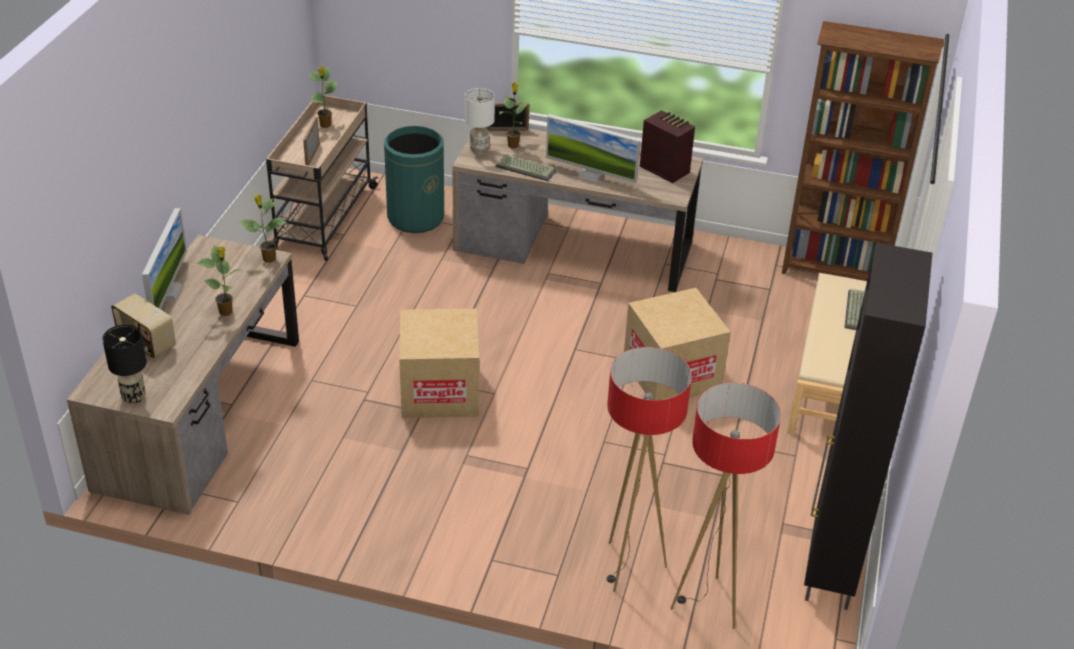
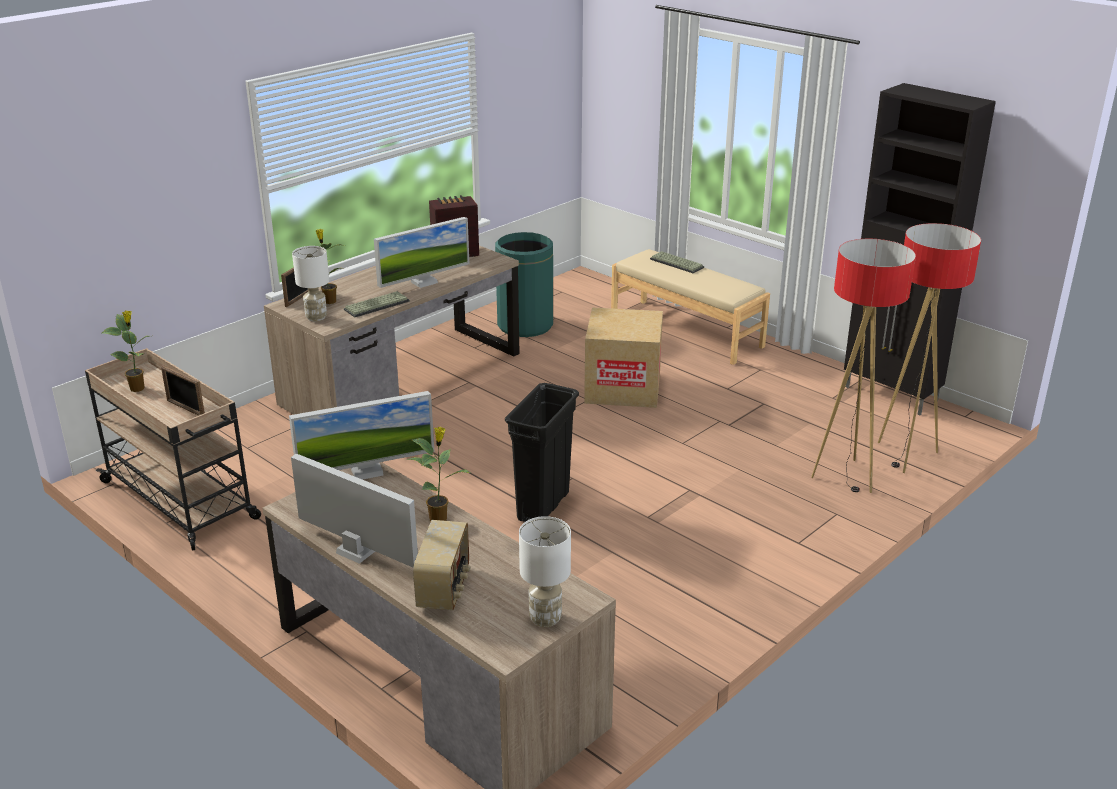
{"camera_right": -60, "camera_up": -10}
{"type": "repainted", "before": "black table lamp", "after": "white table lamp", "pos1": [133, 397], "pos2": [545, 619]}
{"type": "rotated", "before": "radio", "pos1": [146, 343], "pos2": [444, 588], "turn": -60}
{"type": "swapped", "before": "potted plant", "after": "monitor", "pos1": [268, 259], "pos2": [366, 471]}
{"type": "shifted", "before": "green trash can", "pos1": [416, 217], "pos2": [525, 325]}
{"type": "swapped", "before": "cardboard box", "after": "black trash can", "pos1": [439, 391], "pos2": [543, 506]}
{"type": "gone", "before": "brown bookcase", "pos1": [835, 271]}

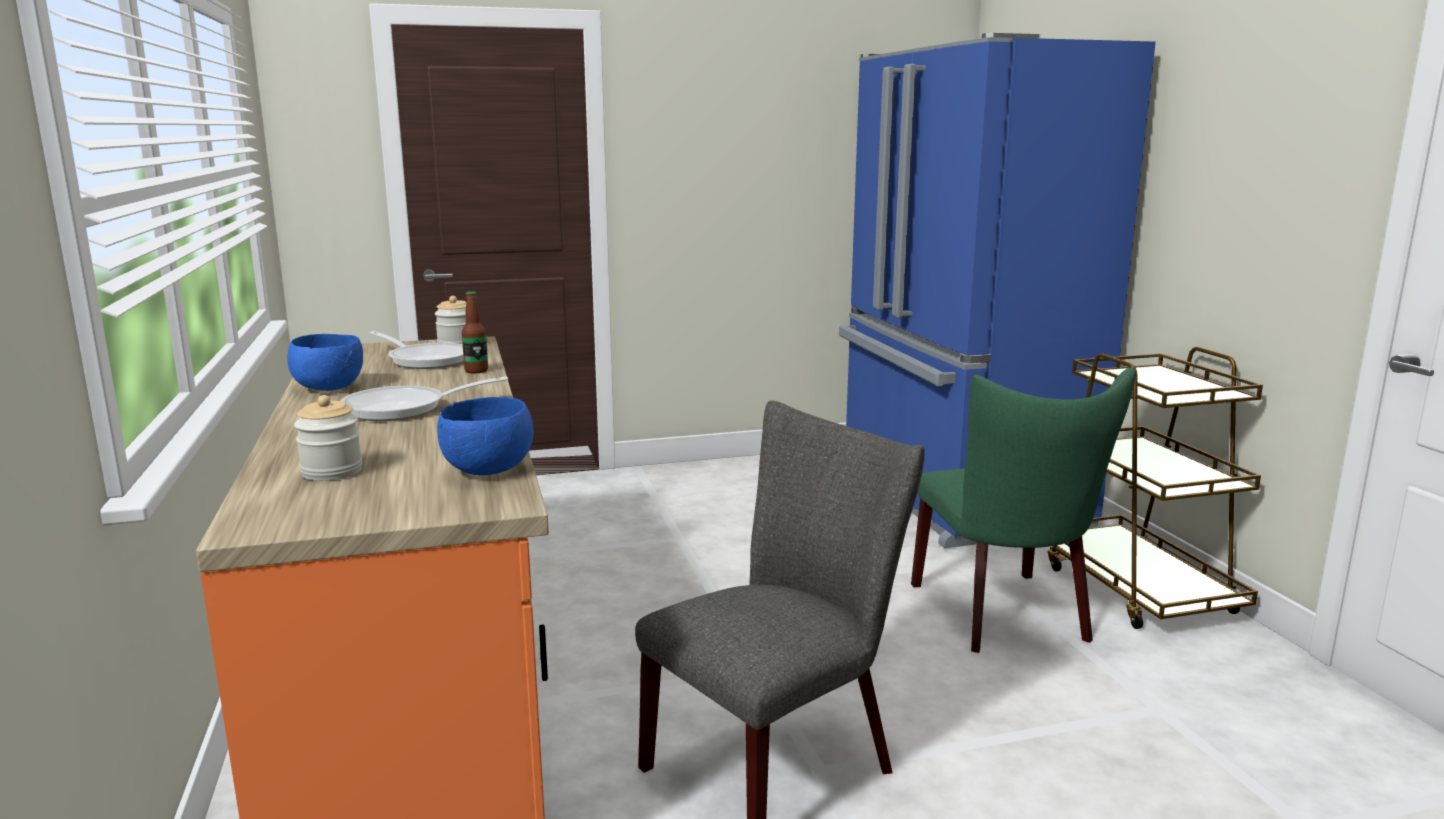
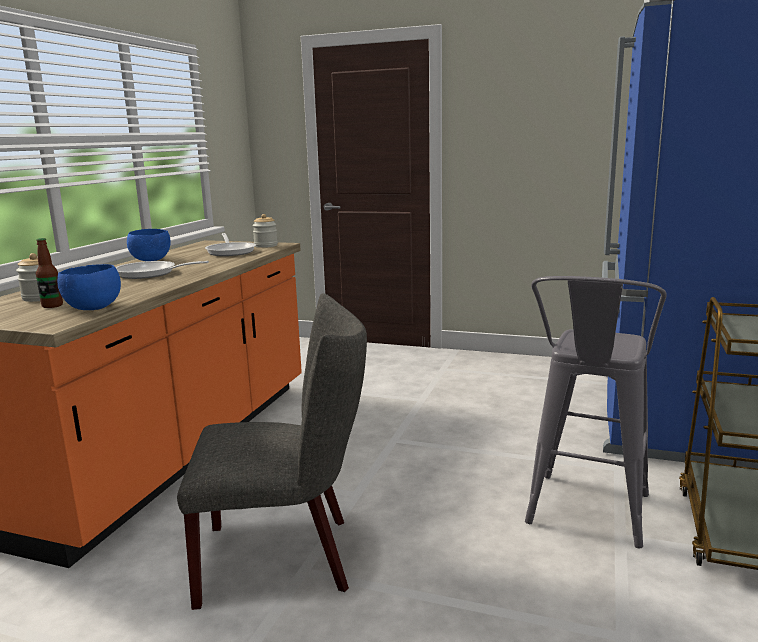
{"camera_right": 35, "camera_up": 0}
{"type": "shifted", "before": "bottle", "pos1": [476, 371], "pos2": [52, 305]}
{"type": "swapped", "before": "green chair", "after": "grey stool", "pos1": [1005, 616], "pos2": [585, 517]}

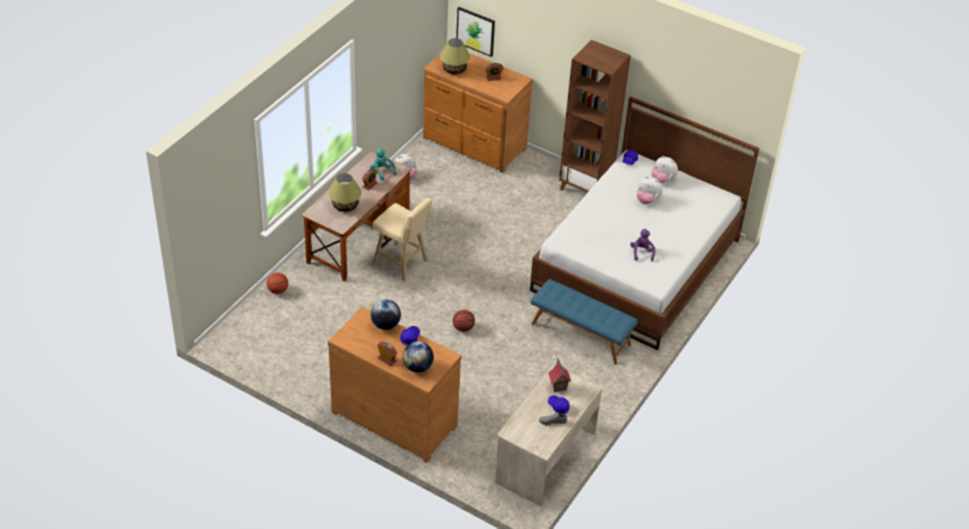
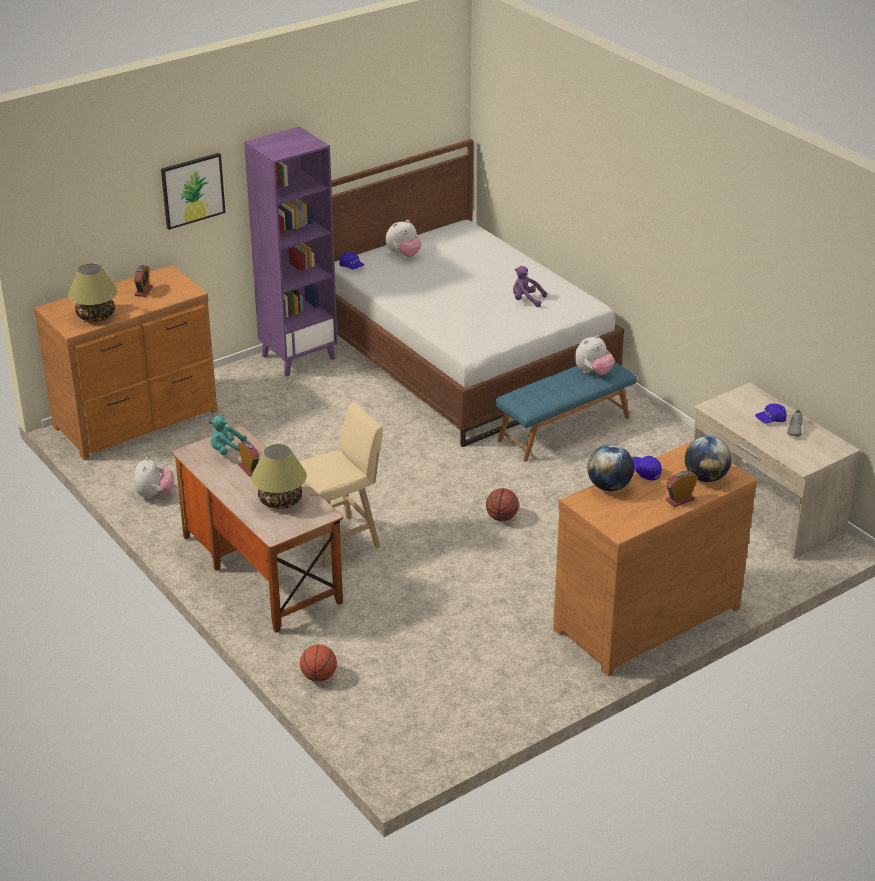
{"camera_right": -65, "camera_up": -10}
{"type": "shifted", "before": "picture", "pos1": [476, 31], "pos2": [192, 190]}
{"type": "gone", "before": "toy house", "pos1": [558, 386]}
{"type": "repainted", "before": "brown bookcase", "after": "purple bookcase", "pos1": [585, 188], "pos2": [298, 357]}
{"type": "shifted", "before": "plush toy", "pos1": [647, 200], "pos2": [593, 372]}

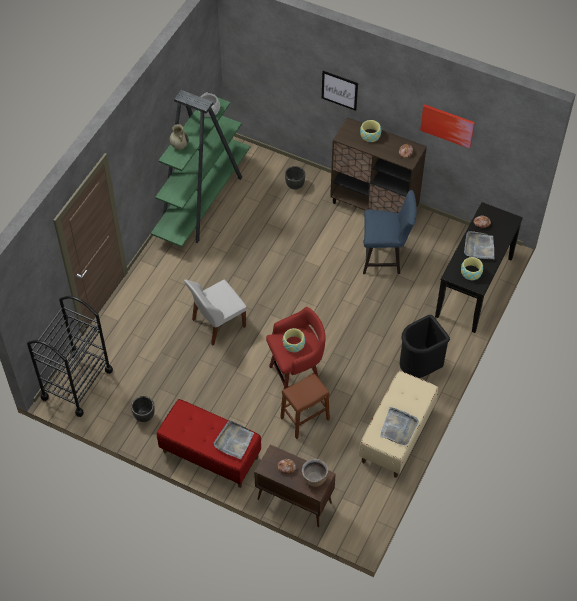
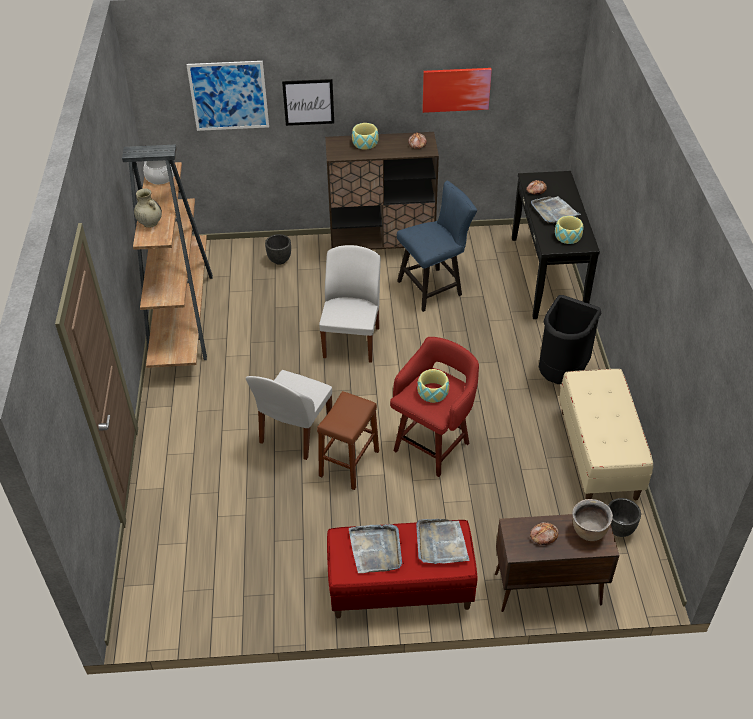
{"camera_right": -30, "camera_up": -10}
{"type": "gone", "before": "black cart", "pos1": [77, 384]}
{"type": "shifted", "before": "black planter", "pos1": [144, 416], "pos2": [619, 529]}
{"type": "repainted", "before": "green bookcase", "after": "brown bookcase", "pos1": [202, 201], "pos2": [182, 316]}
{"type": "shifted", "before": "brown stool", "pos1": [305, 418], "pos2": [349, 463]}
{"type": "shifted", "before": "grey tray", "pos1": [398, 427], "pos2": [376, 549]}
{"type": "new", "after": "picture", "pos2": [229, 96]}
{"type": "new", "after": "white chair", "pos2": [352, 341]}

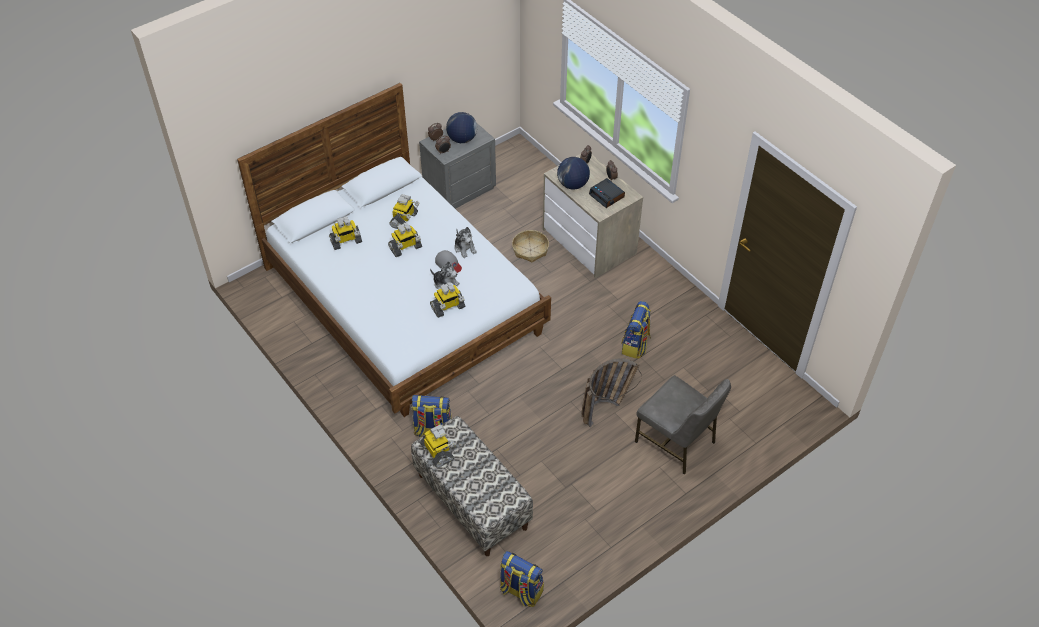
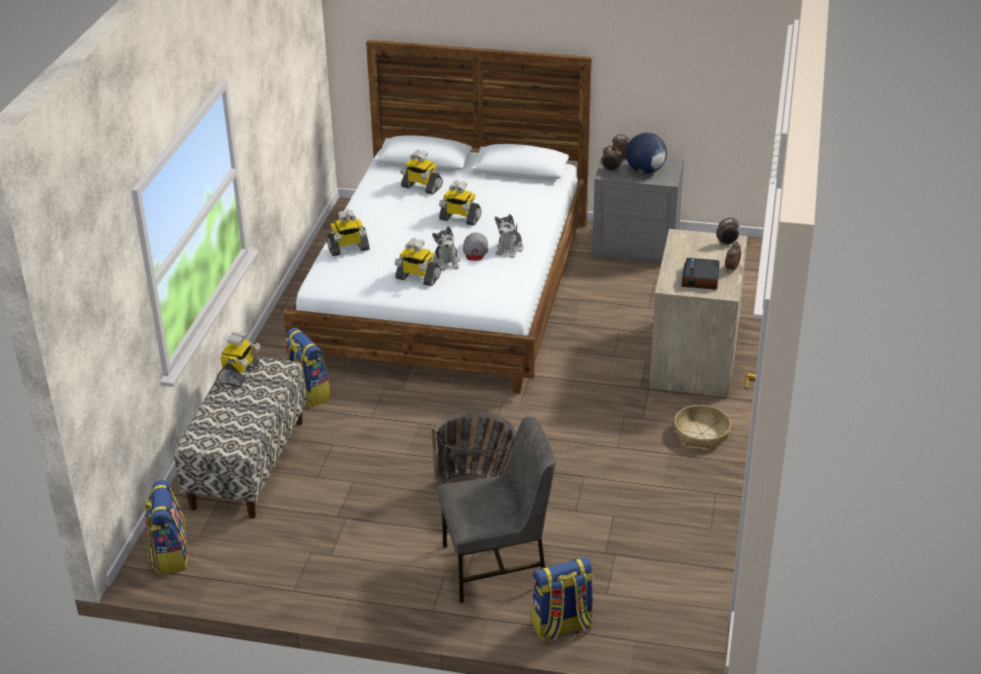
{"camera_right": 50, "camera_up": -15}
{"type": "shifted", "before": "toy robot", "pos1": [404, 220], "pos2": [348, 249]}
{"type": "shifted", "before": "basket", "pos1": [530, 250], "pos2": [701, 434]}
{"type": "gone", "before": "globe", "pos1": [572, 185]}
{"type": "shifted", "before": "backpack", "pos1": [635, 345], "pos2": [562, 626]}
{"type": "rotated", "before": "grey chair", "pos1": [676, 442], "pos2": [497, 566], "turn": -105}

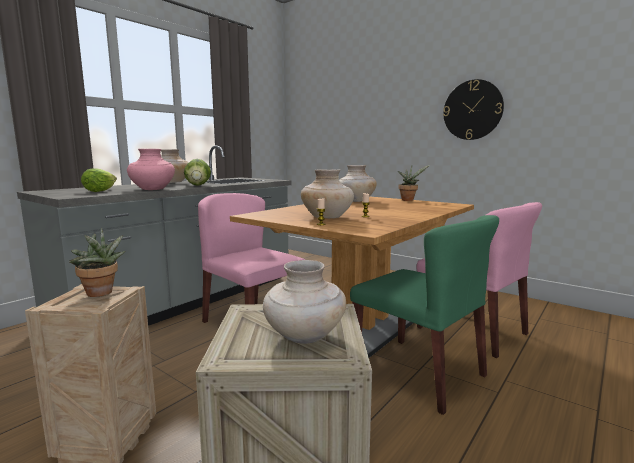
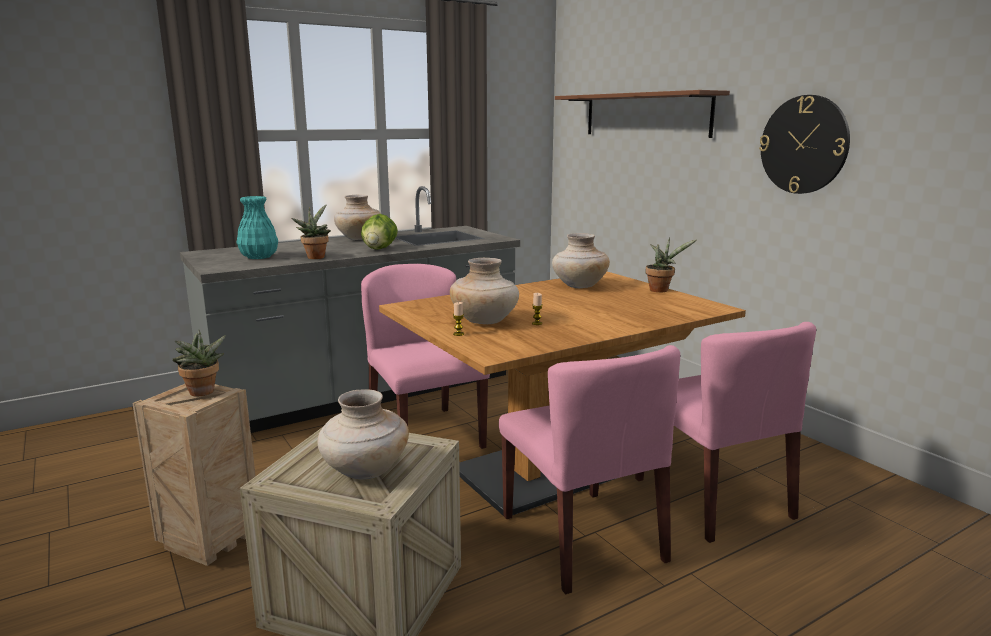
{"camera_right": 20, "camera_up": 5}
{"type": "swapped", "before": "lettuce", "after": "turquoise vase", "pos1": [100, 191], "pos2": [258, 257]}
{"type": "swapped", "before": "pink vase", "after": "potted plant", "pos1": [152, 189], "pos2": [315, 257]}
{"type": "repainted", "before": "green chair", "after": "pink chair", "pos1": [419, 372], "pos2": [583, 538]}
{"type": "new", "after": "brown shelf", "pos2": [645, 115]}

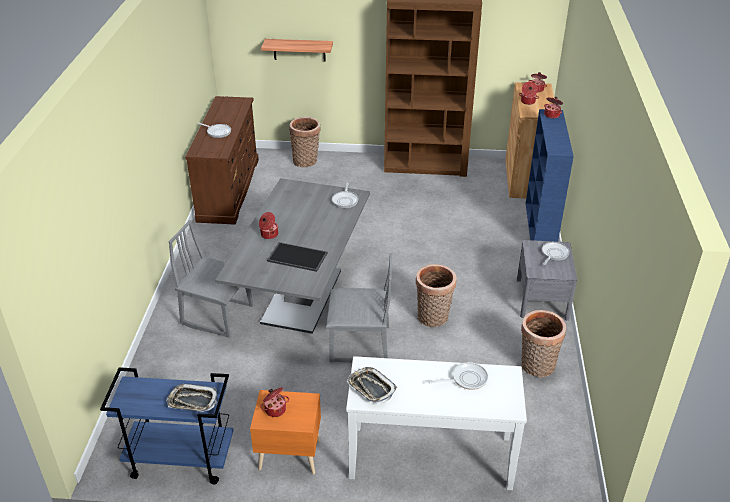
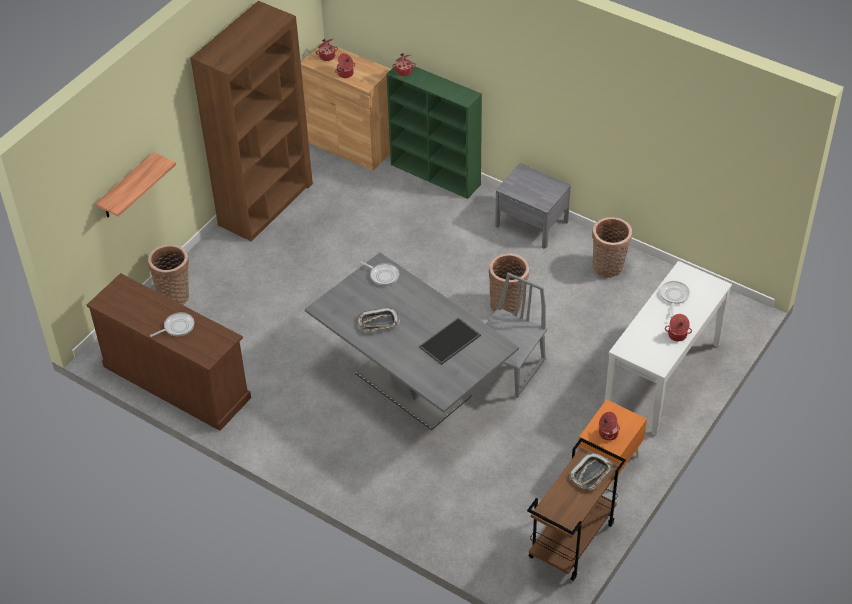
{"camera_right": -60, "camera_up": 10}
{"type": "repainted", "before": "blue cart", "after": "brown cart", "pos1": [179, 460], "pos2": [572, 542]}
{"type": "gone", "before": "grey chair", "pos1": [217, 314]}
{"type": "shifted", "before": "cooking pot", "pos1": [268, 234], "pos2": [677, 335]}
{"type": "shifted", "before": "tray", "pos1": [371, 388], "pos2": [378, 323]}
{"type": "repainted", "before": "blue bookcase", "after": "green bookcase", "pos1": [540, 228], "pos2": [436, 175]}
{"type": "gone", "before": "frying pan", "pos1": [554, 254]}

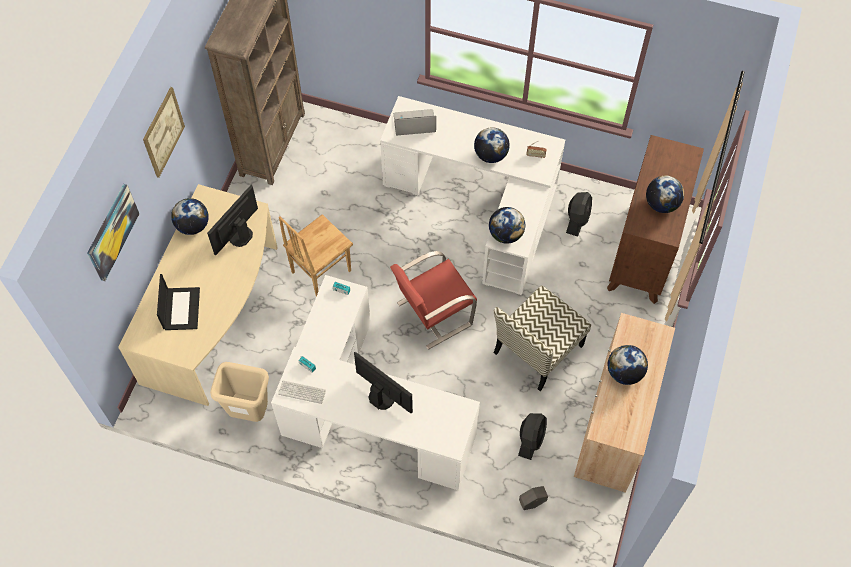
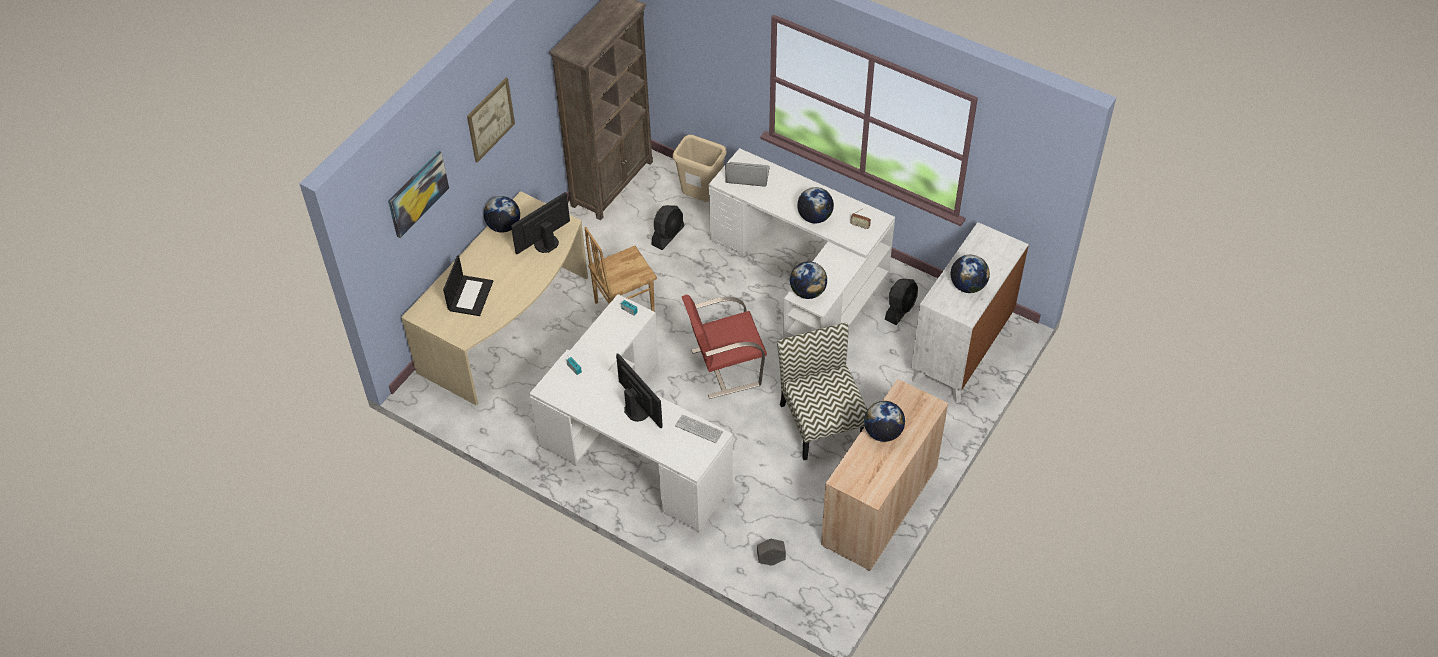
{"camera_right": 15, "camera_up": -10}
{"type": "shifted", "before": "beige trash can", "pos1": [250, 412], "pos2": [701, 199]}
{"type": "shifted", "before": "keyboard", "pos1": [302, 392], "pos2": [699, 429]}
{"type": "rotated", "before": "chair", "pos1": [537, 350], "pos2": [821, 422], "turn": 105}
{"type": "shifted", "before": "black fan", "pos1": [531, 439], "pos2": [668, 235]}
{"type": "repainted", "before": "brown dresser", "after": "white dresser", "pos1": [643, 251], "pos2": [961, 352]}

